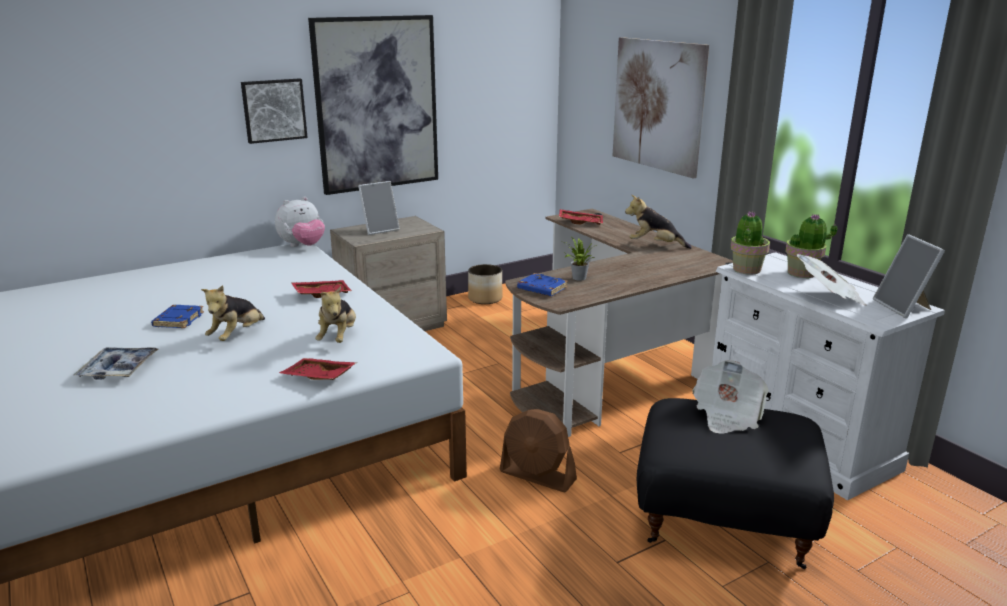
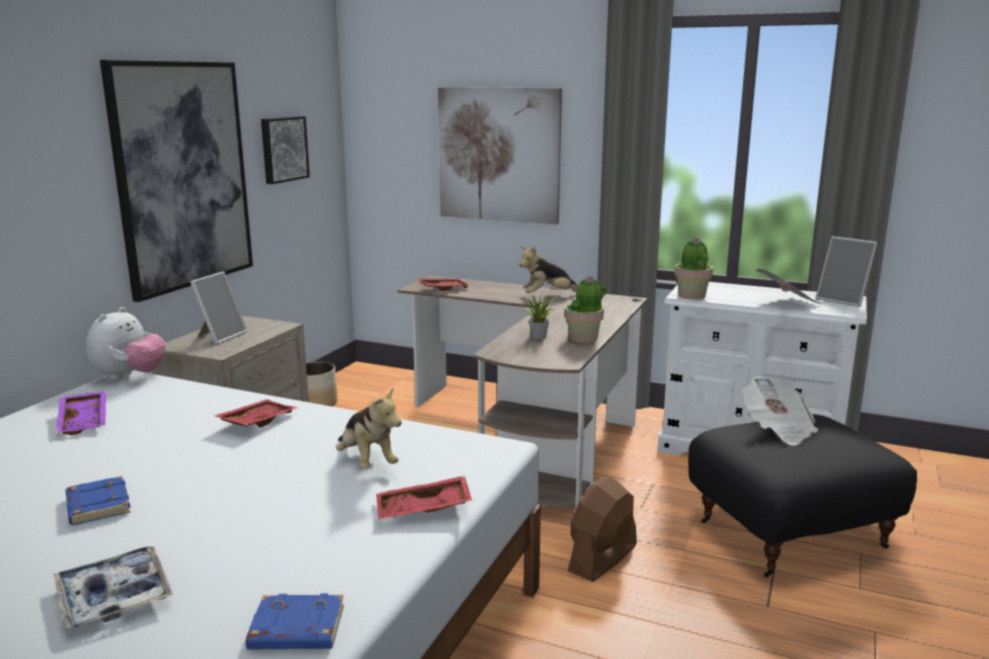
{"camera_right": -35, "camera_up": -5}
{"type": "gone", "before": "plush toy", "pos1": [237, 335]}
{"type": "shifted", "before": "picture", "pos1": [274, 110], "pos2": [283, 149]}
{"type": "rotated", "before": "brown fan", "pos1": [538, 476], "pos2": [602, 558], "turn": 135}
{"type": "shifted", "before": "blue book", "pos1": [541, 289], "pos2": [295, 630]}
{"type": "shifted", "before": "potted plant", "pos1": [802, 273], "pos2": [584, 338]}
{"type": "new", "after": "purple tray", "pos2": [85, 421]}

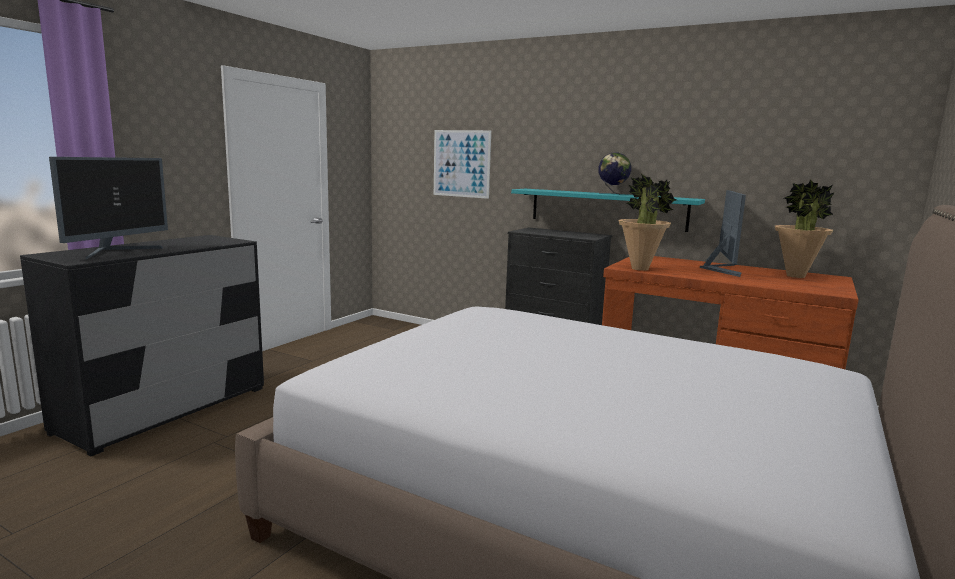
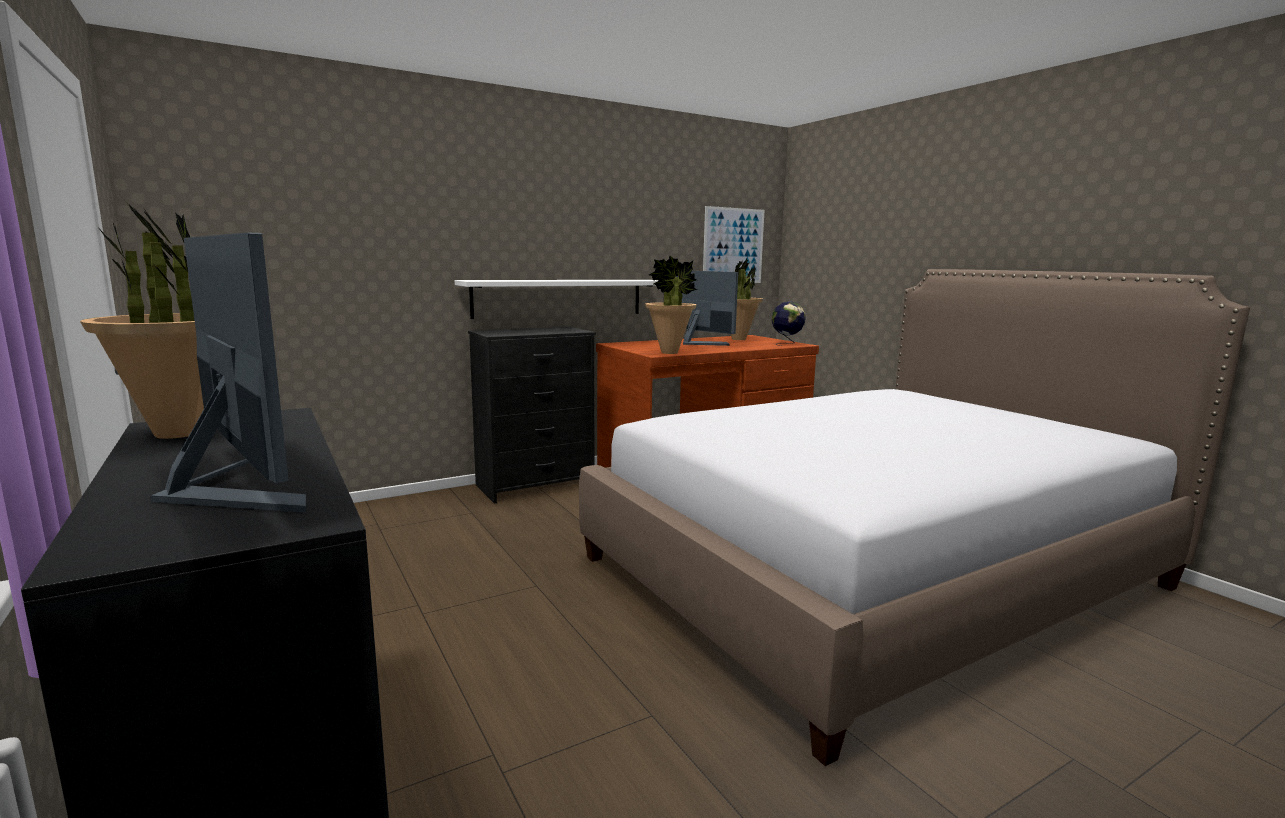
{"camera_right": -60, "camera_up": 0}
{"type": "shifted", "before": "picture", "pos1": [461, 163], "pos2": [733, 245]}
{"type": "repainted", "before": "turquoise shelf", "after": "white shelf", "pos1": [607, 209], "pos2": [559, 298]}
{"type": "shifted", "before": "globe", "pos1": [612, 194], "pos2": [786, 344]}
{"type": "new", "after": "potted plant", "pos2": [178, 433]}

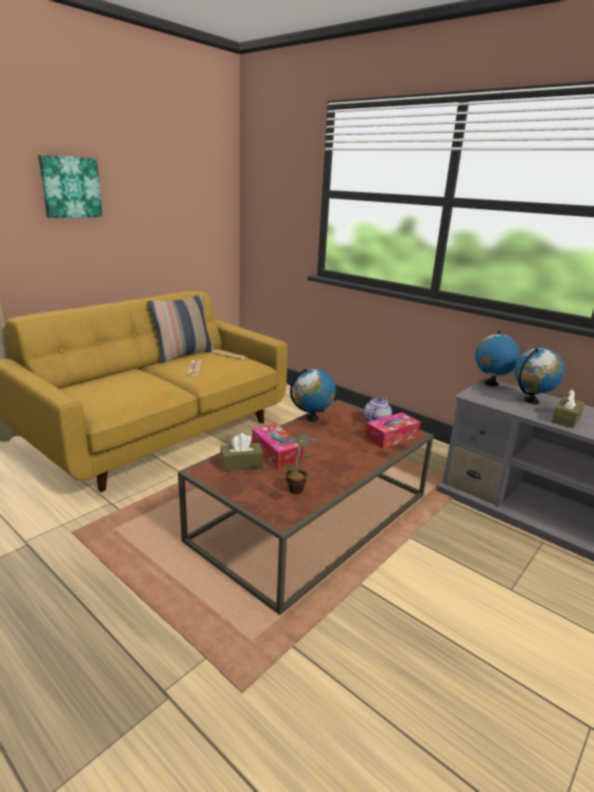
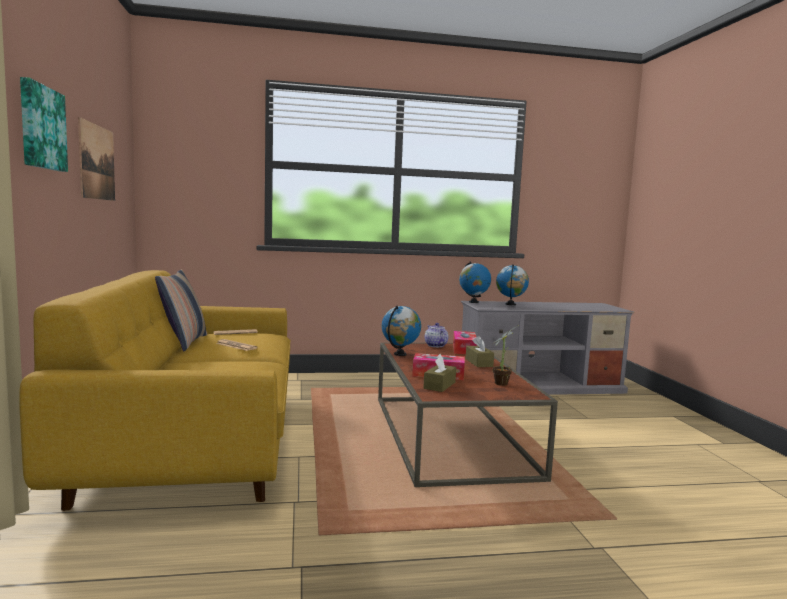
{"camera_right": -50, "camera_up": -15}
{"type": "shifted", "before": "brown tissue box", "pos1": [566, 419], "pos2": [479, 363]}
{"type": "new", "after": "picture", "pos2": [97, 162]}

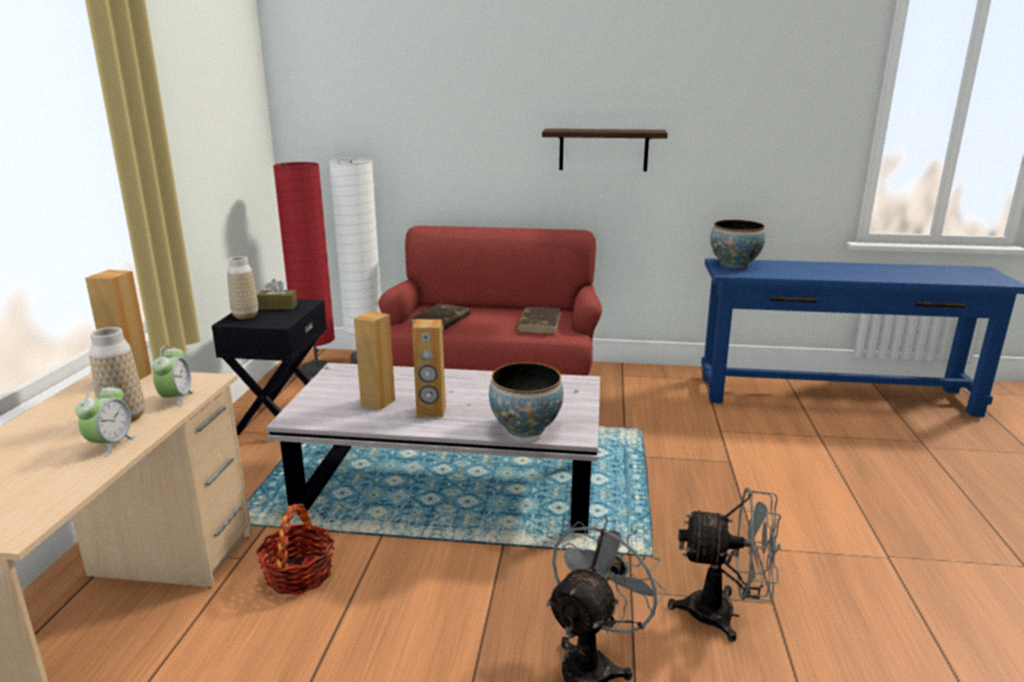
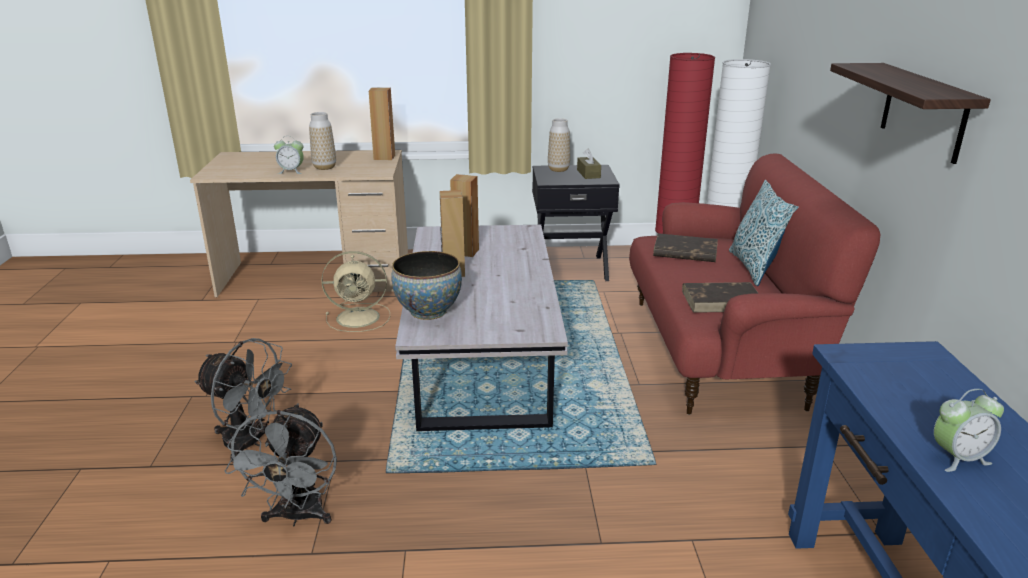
{"camera_right": 80, "camera_up": 5}
{"type": "shifted", "before": "alarm clock", "pos1": [176, 399], "pos2": [958, 458]}
{"type": "swapped", "before": "basket", "after": "beige fan", "pos1": [299, 574], "pos2": [360, 317]}
{"type": "gone", "before": "bowl", "pos1": [734, 264]}
{"type": "new", "after": "pillow", "pos2": [755, 267]}

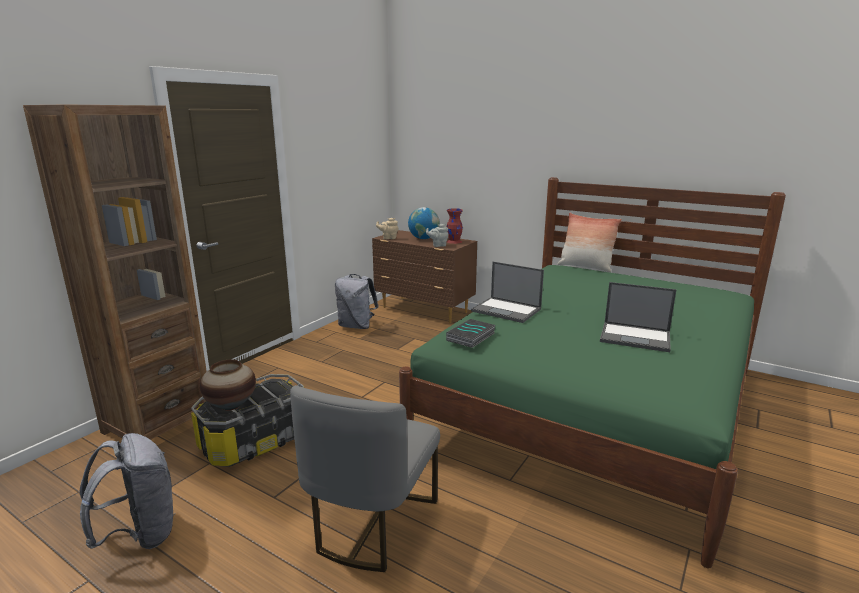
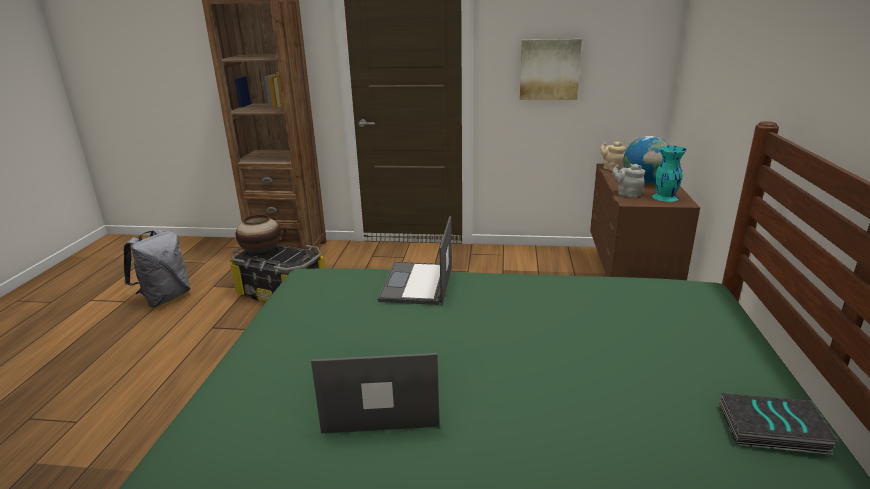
{"camera_right": 65, "camera_up": 5}
{"type": "gone", "before": "grey chair", "pos1": [372, 524]}
{"type": "gone", "before": "grey backpack", "pos1": [356, 326]}
{"type": "shifted", "before": "book", "pos1": [471, 337], "pos2": [771, 430]}
{"type": "repainted", "before": "red vase", "after": "turquoise vase", "pos1": [454, 241], "pos2": [665, 197]}
{"type": "gone", "before": "pillow", "pos1": [585, 267]}
{"type": "rotated", "before": "laptop", "pos1": [636, 337], "pos2": [380, 400], "turn": 90}
{"type": "new", "after": "picture", "pos2": [549, 69]}

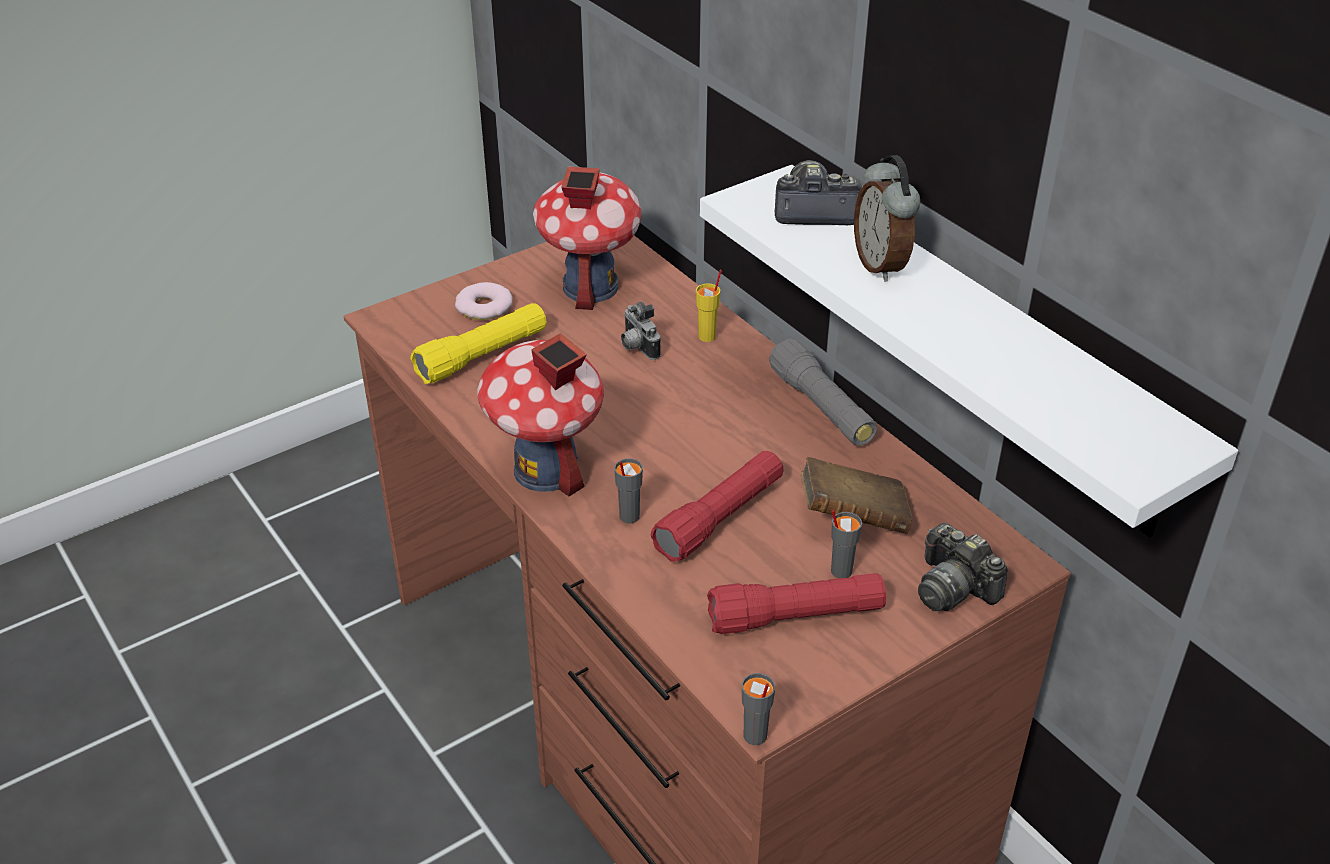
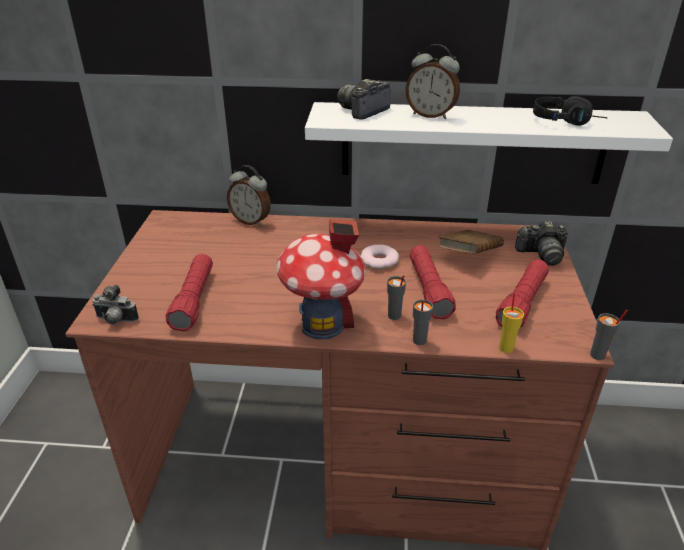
{"camera_right": -50, "camera_up": -5}
{"type": "repainted", "before": "yellow flashlight", "after": "red flashlight", "pos1": [482, 356], "pos2": [194, 300]}
{"type": "shifted", "before": "donut", "pos1": [484, 307], "pos2": [379, 261]}
{"type": "gone", "before": "toy house", "pos1": [590, 287]}
{"type": "shifted", "before": "photo camera", "pos1": [637, 347], "pos2": [115, 321]}
{"type": "shifted", "before": "yellow cup", "pos1": [707, 336], "pos2": [506, 348]}
{"type": "gone", "before": "grey flashlight", "pos1": [821, 408]}
{"type": "shifted", "before": "grey cup", "pos1": [840, 571], "pos2": [419, 341]}
{"type": "new", "after": "alarm clock", "pos2": [251, 221]}
{"type": "new", "after": "black headphones", "pos2": [567, 122]}

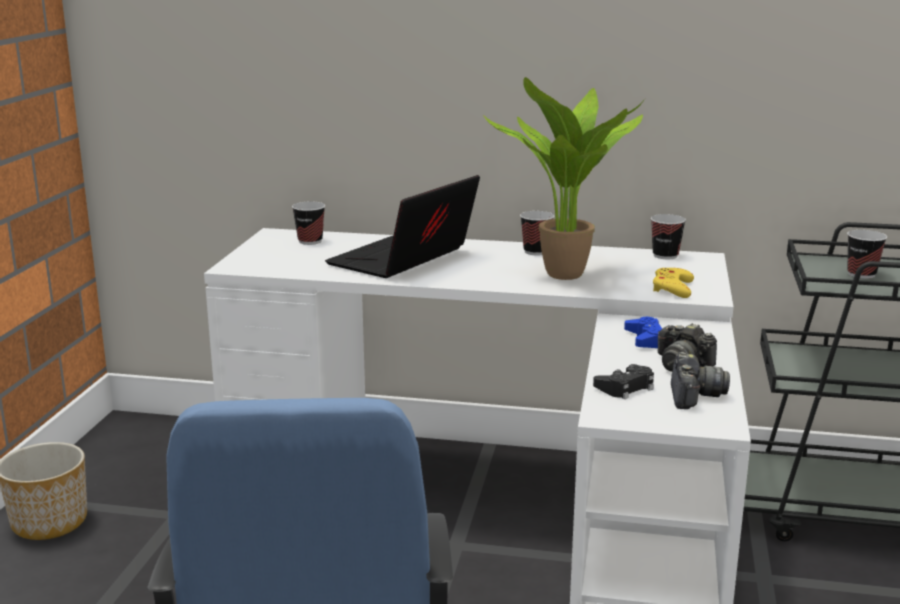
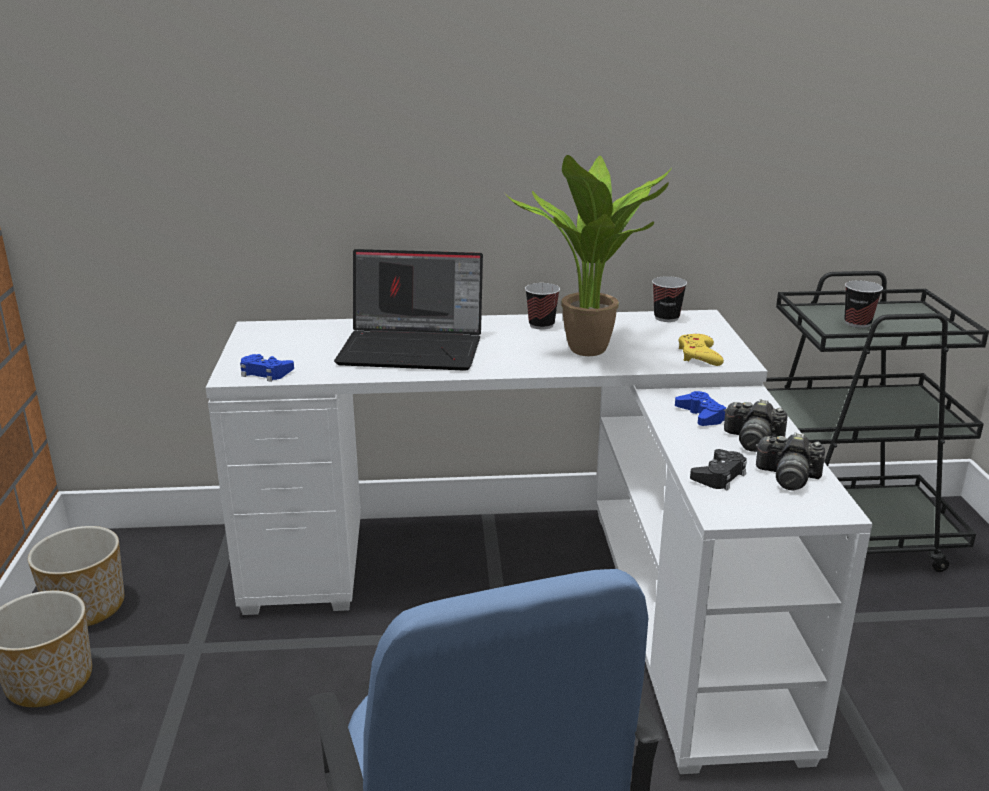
{"camera_right": -15, "camera_up": 5}
{"type": "gone", "before": "cup", "pos1": [310, 241]}
{"type": "rotated", "before": "laptop", "pos1": [403, 260], "pos2": [414, 348], "turn": -105}
{"type": "rotated", "before": "photo camera", "pos1": [693, 396], "pos2": [788, 477], "turn": 120}
{"type": "new", "after": "planter", "pos2": [86, 607]}
{"type": "new", "after": "blue game controller", "pos2": [265, 373]}

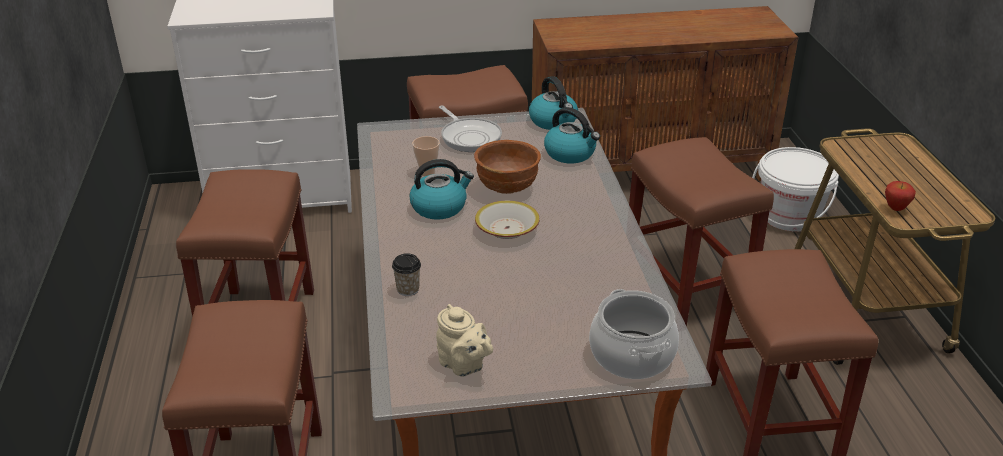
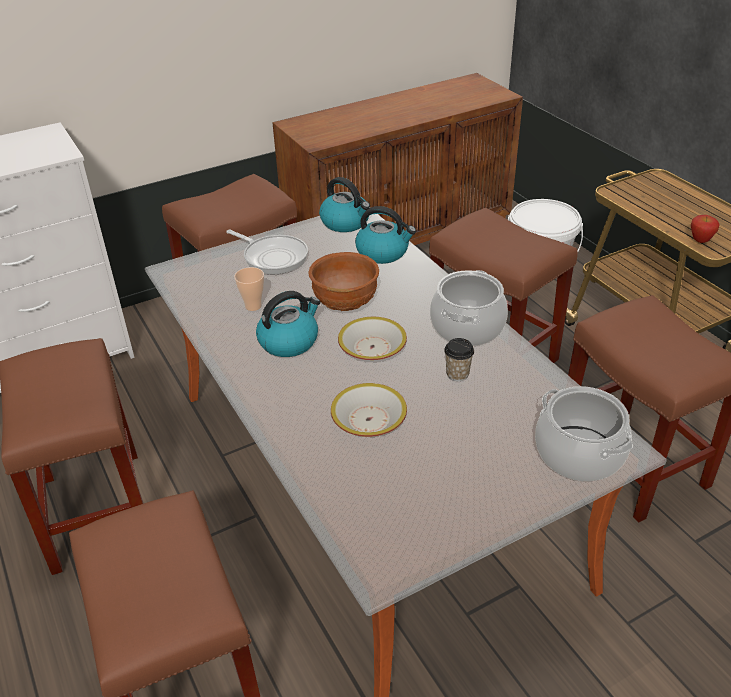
{"camera_right": -20, "camera_up": 5}
{"type": "shifted", "before": "cup", "pos1": [408, 289], "pos2": [457, 374]}
{"type": "gone", "before": "beige teapot", "pos1": [463, 365]}
{"type": "new", "after": "bowl", "pos2": [368, 420]}
{"type": "new", "after": "cooking pot", "pos2": [466, 327]}

